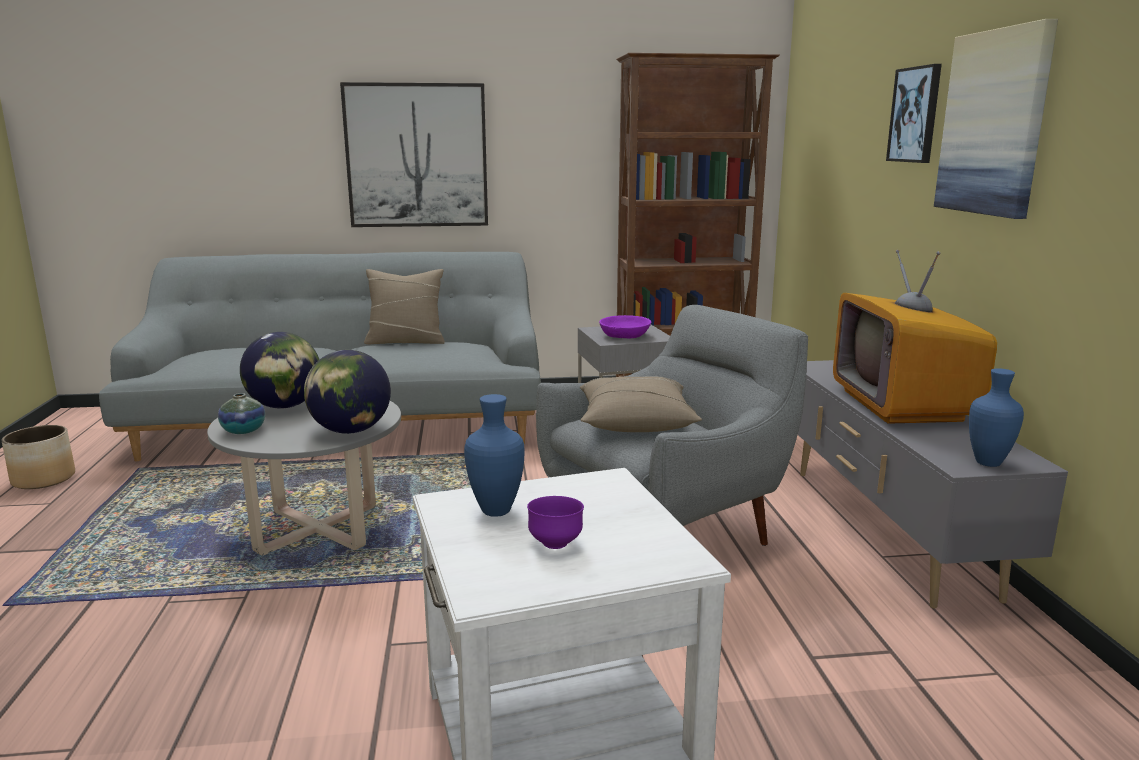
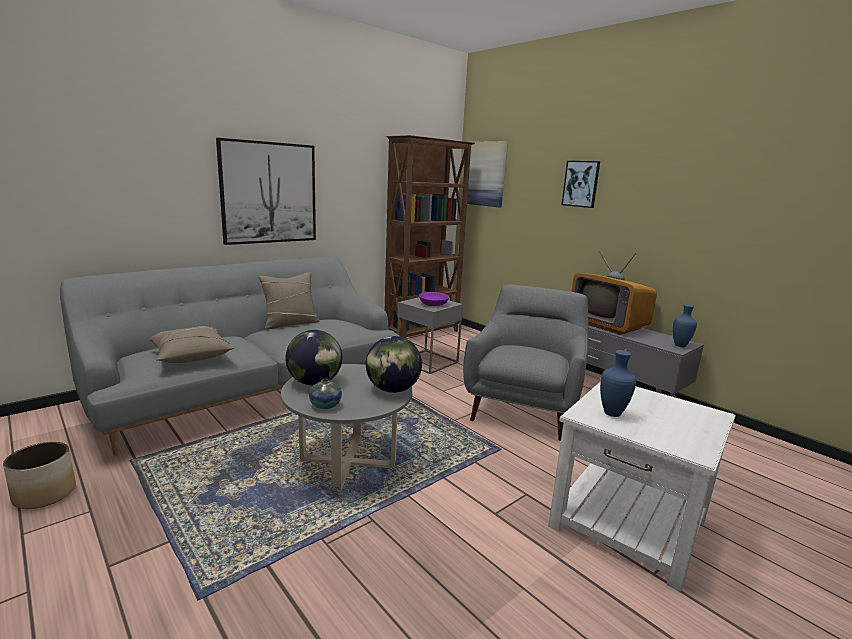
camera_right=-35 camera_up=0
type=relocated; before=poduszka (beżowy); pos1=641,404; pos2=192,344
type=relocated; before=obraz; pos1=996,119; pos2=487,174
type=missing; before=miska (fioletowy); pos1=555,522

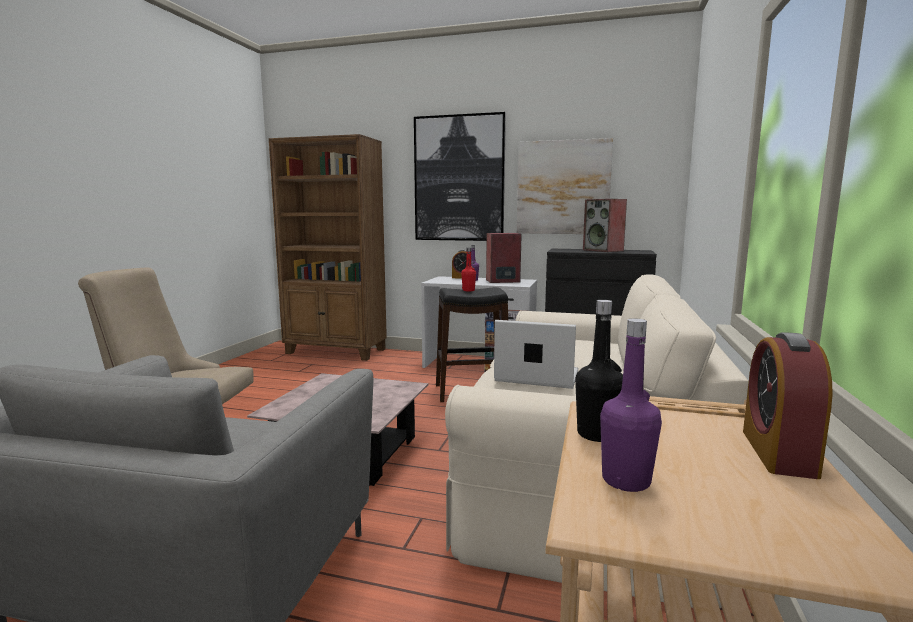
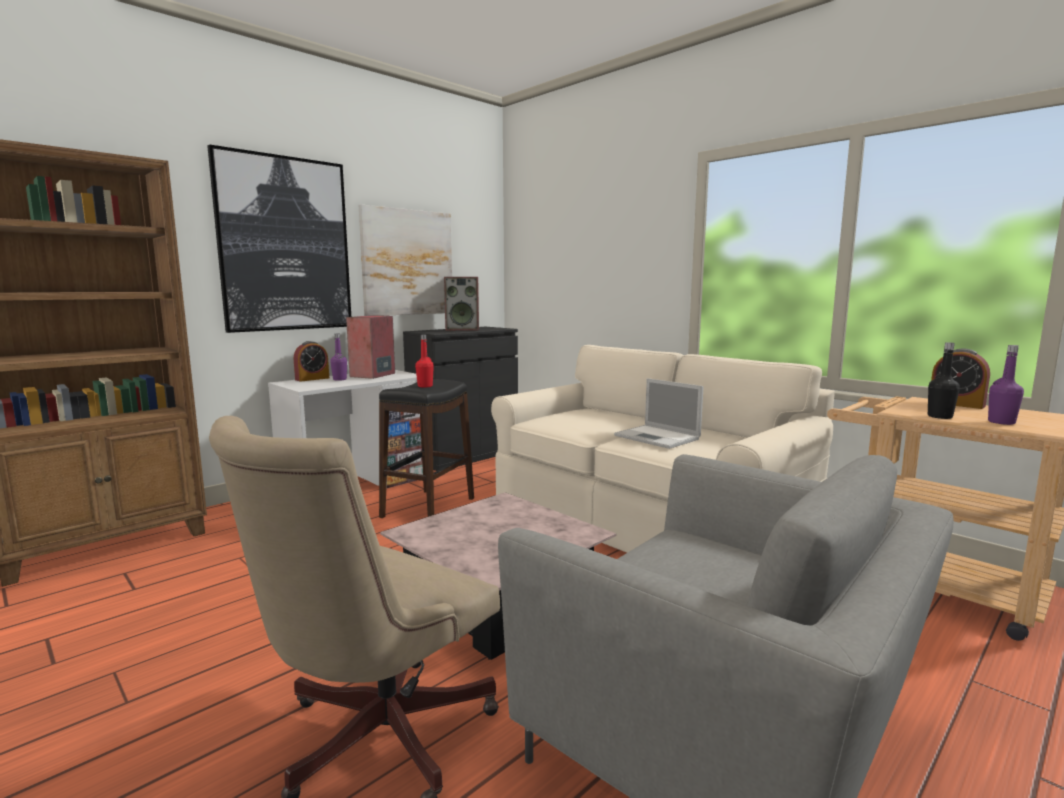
camera_right=-60 camera_up=0
type=spun; before=laptop; pos1=536,354; pos2=659,413; turn=-90

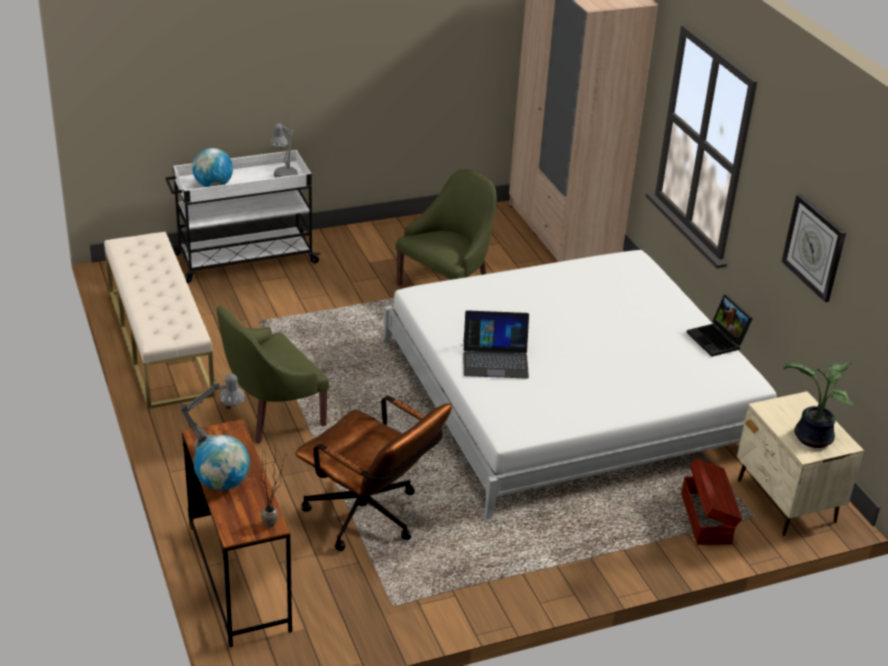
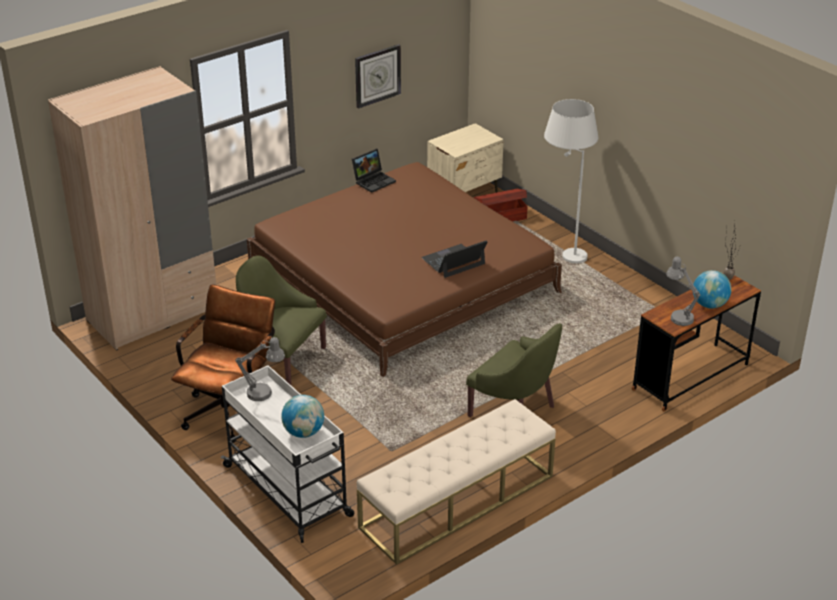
camera_right=-105 camera_up=0
type=relocated; before=krzesło biurowe (brązowy); pos1=373,473; pos2=223,364
type=colour; before=łóżko (biały); after=łóżko (brązowy); pos1=578,385; pos2=404,269
type=spun; before=laptop; pos1=496,344; pos2=454,259; turn=-105
type=appeared; after=lampa stojąca (biały); pos2=571,181
type=missing; before=roślina doniczkowa; pos1=818,405

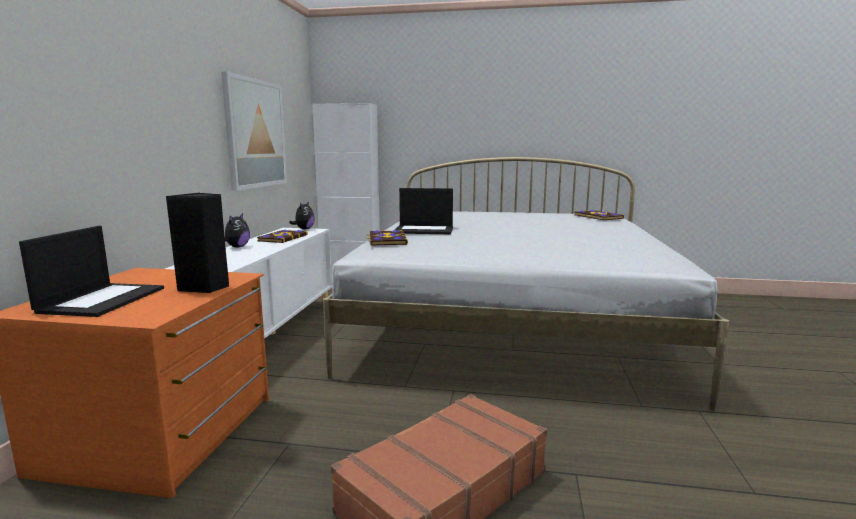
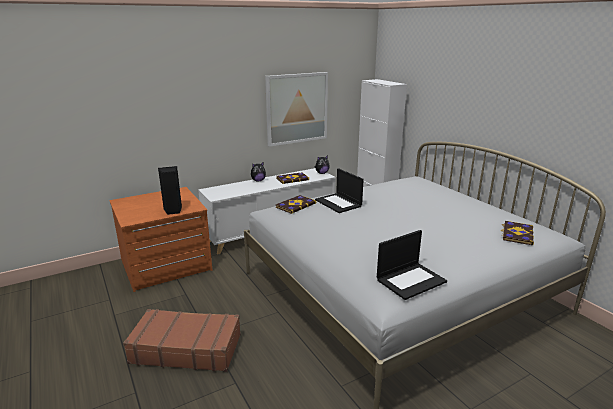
camera_right=50 camera_up=10
type=relocated; before=laptop; pos1=91,271; pos2=412,265

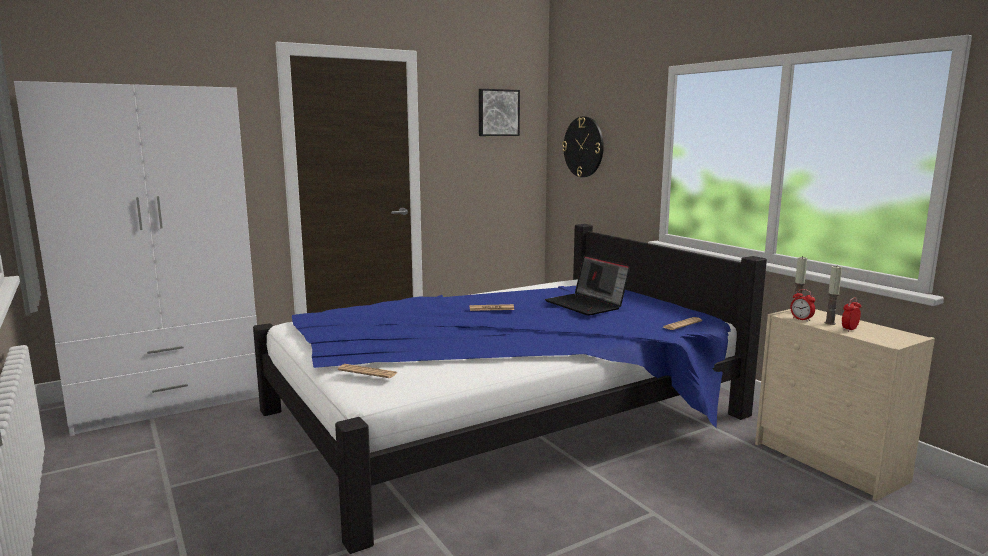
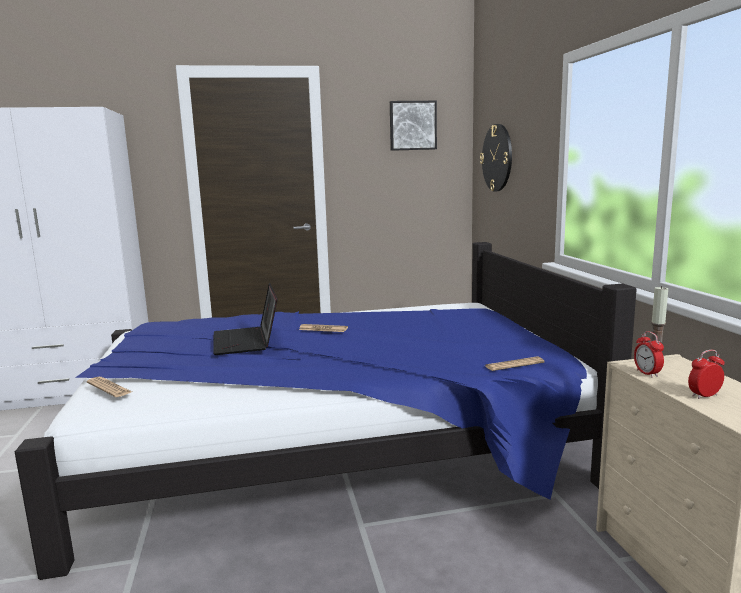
camera_right=20 camera_up=0
type=relocated; before=laptop; pos1=587,285; pos2=245,319
type=missing; before=świeca; pos1=833,295

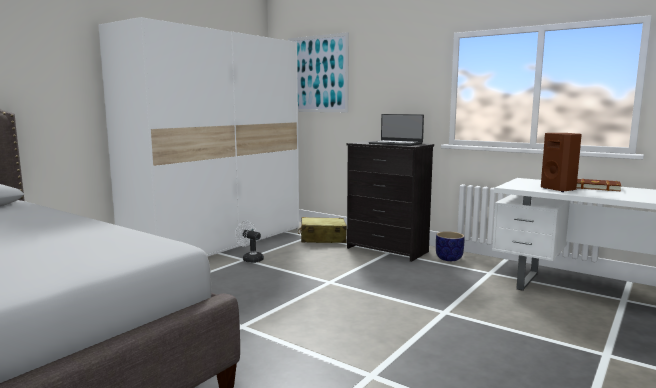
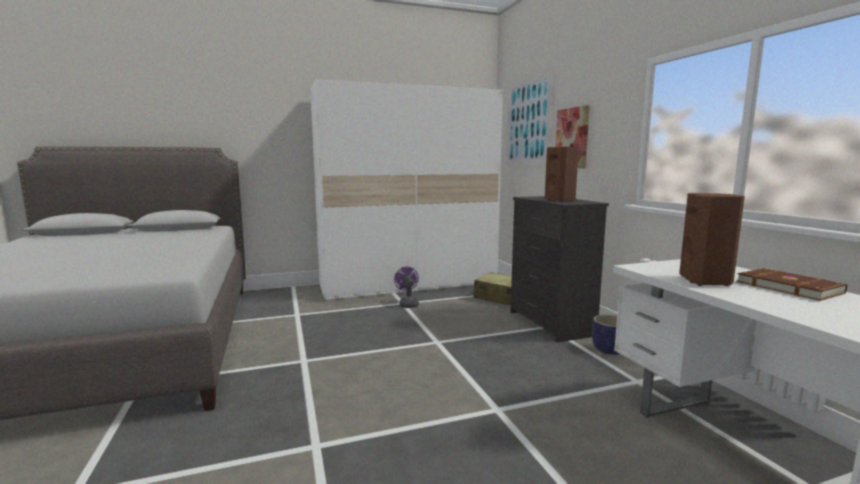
camera_right=35 camera_up=0
type=colour; before=wentylator (biały); after=wentylator (fioletowy); pos1=249,242; pos2=406,287
type=exchanged; before=laptop; after=głośnik (brązowy); pos1=396,130; pos2=562,174
type=appeared; after=obraz; pos2=573,136

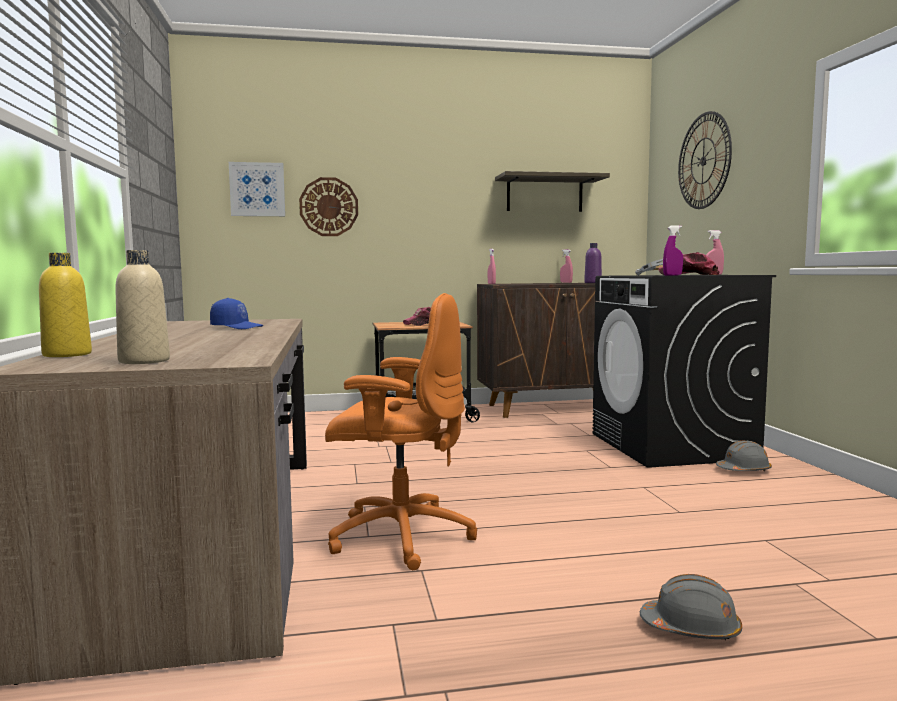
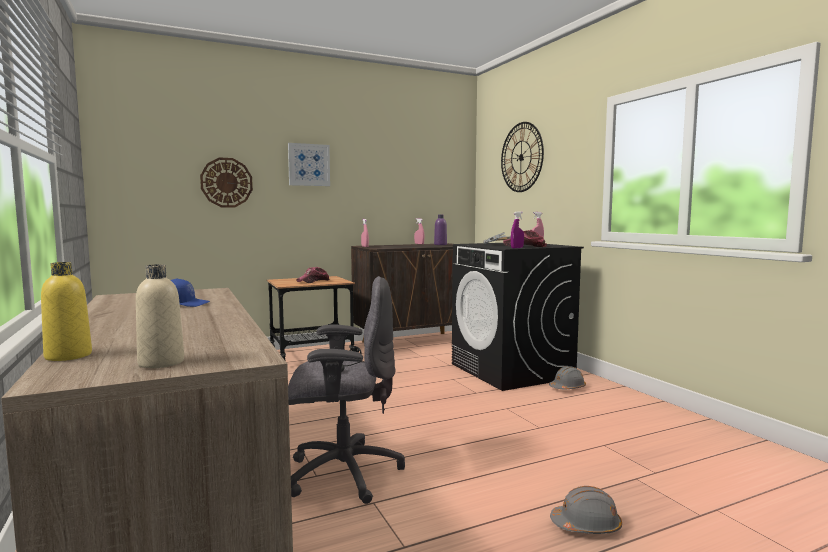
camera_right=-15 camera_up=0
type=relocated; before=obraz; pos1=257,189; pos2=309,164
type=colour; before=krzesło biurowe (pomarańczowy); after=krzesło biurowe (szary); pos1=401,431; pos2=346,390
type=missing; before=półka; pos1=552,191

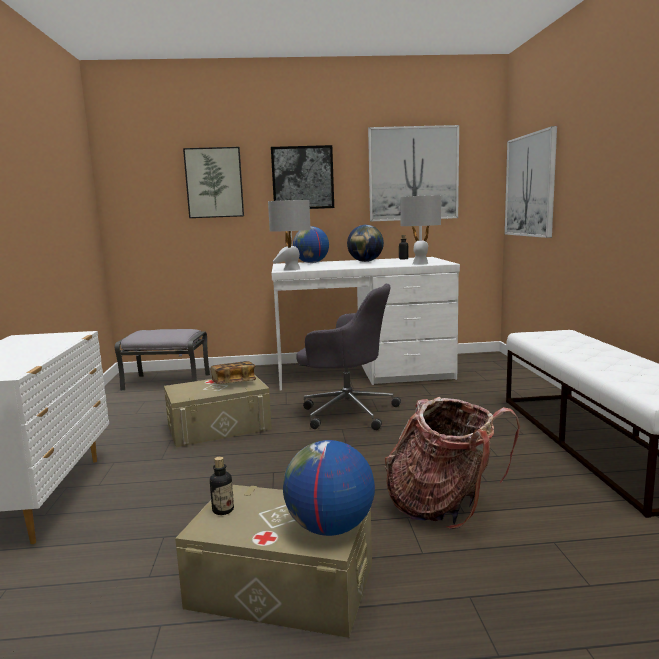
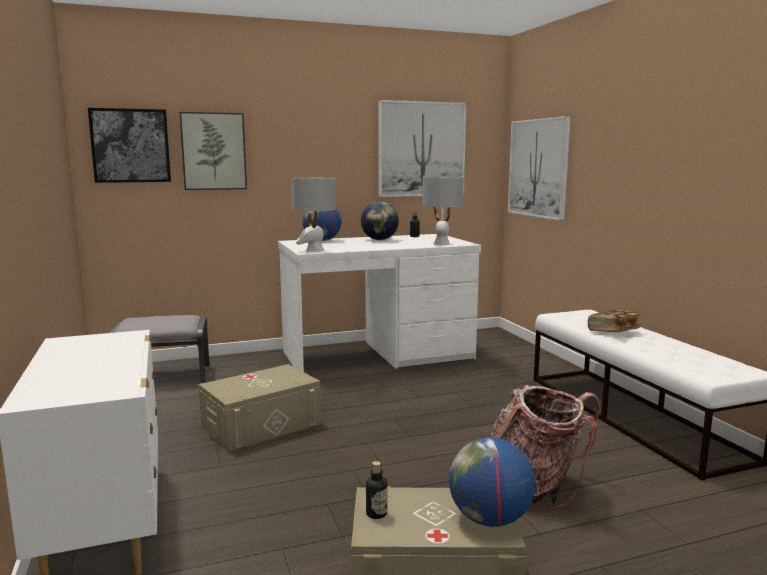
camera_right=-15 camera_up=0
type=relocated; before=obraz; pos1=302,177; pos2=129,145
type=relocated; before=książka; pos1=233,372; pos2=614,321
type=missing; before=krzesło biurowe (szary); pos1=348,357

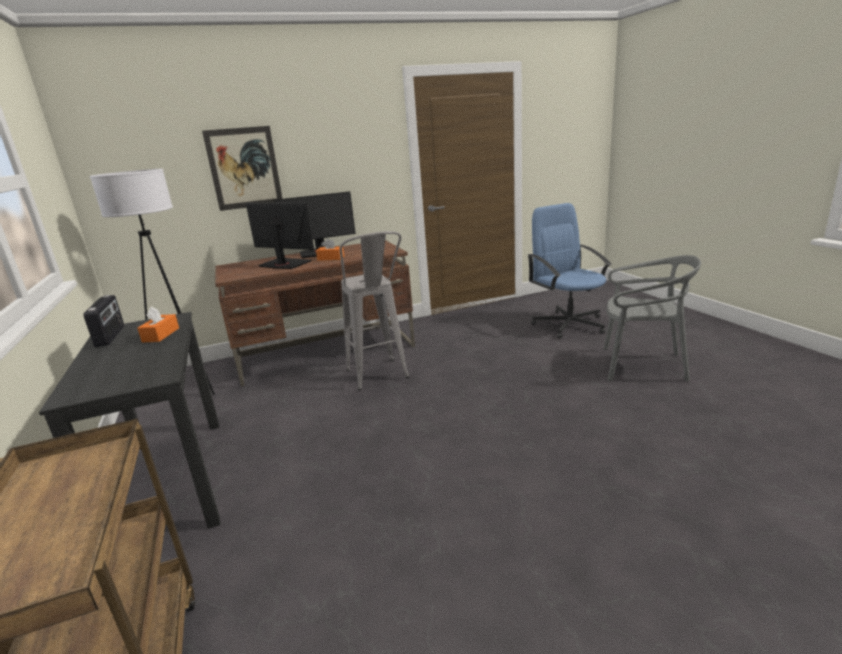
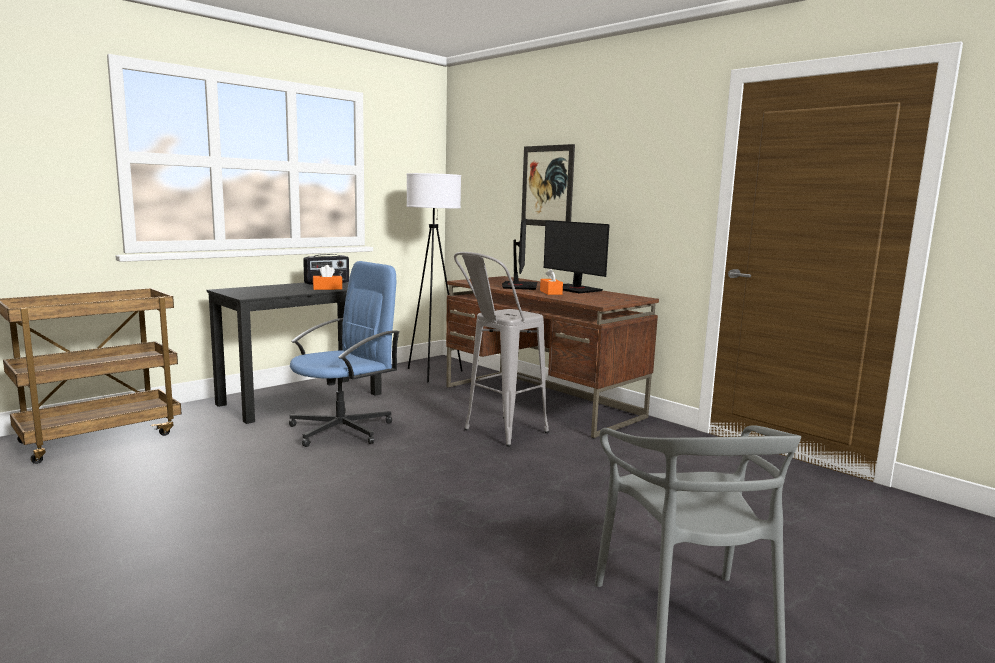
camera_right=65 camera_up=-10
type=relocated; before=krzesło biurowe (niebieski); pos1=570,271; pos2=344,354

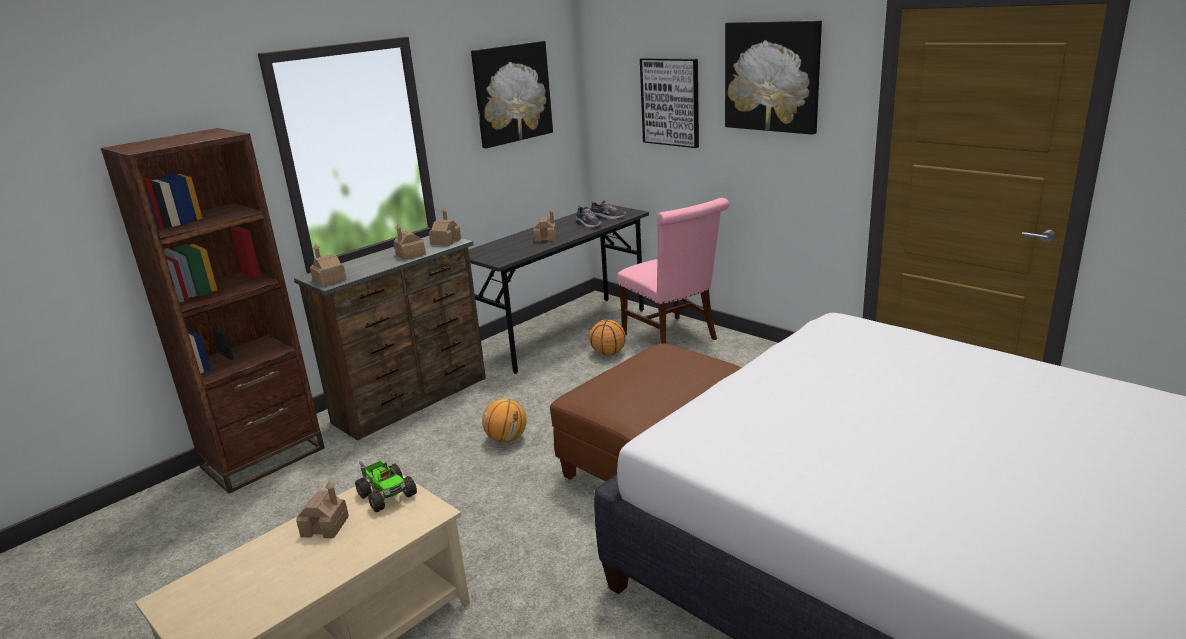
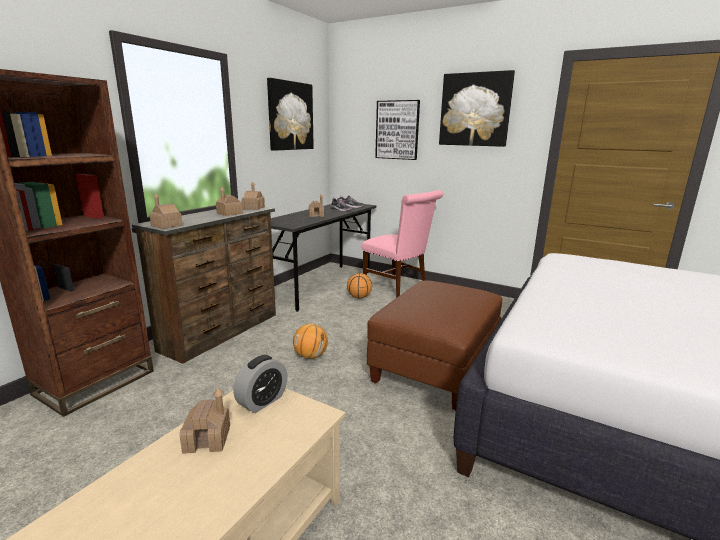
camera_right=-15 camera_up=-5
type=exchanged; before=ciężarówka zabawkowa; after=budzik; pos1=386,486; pos2=260,384

